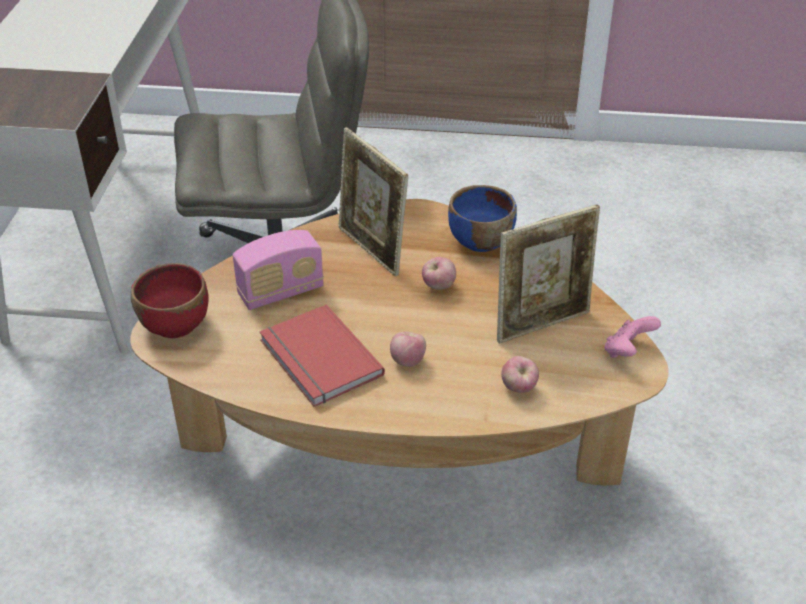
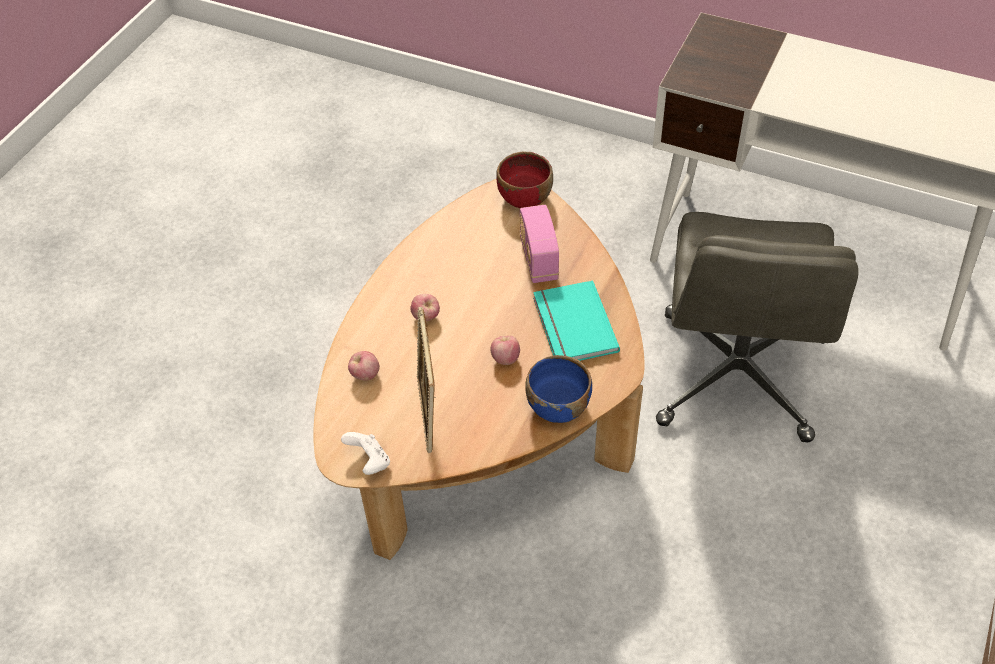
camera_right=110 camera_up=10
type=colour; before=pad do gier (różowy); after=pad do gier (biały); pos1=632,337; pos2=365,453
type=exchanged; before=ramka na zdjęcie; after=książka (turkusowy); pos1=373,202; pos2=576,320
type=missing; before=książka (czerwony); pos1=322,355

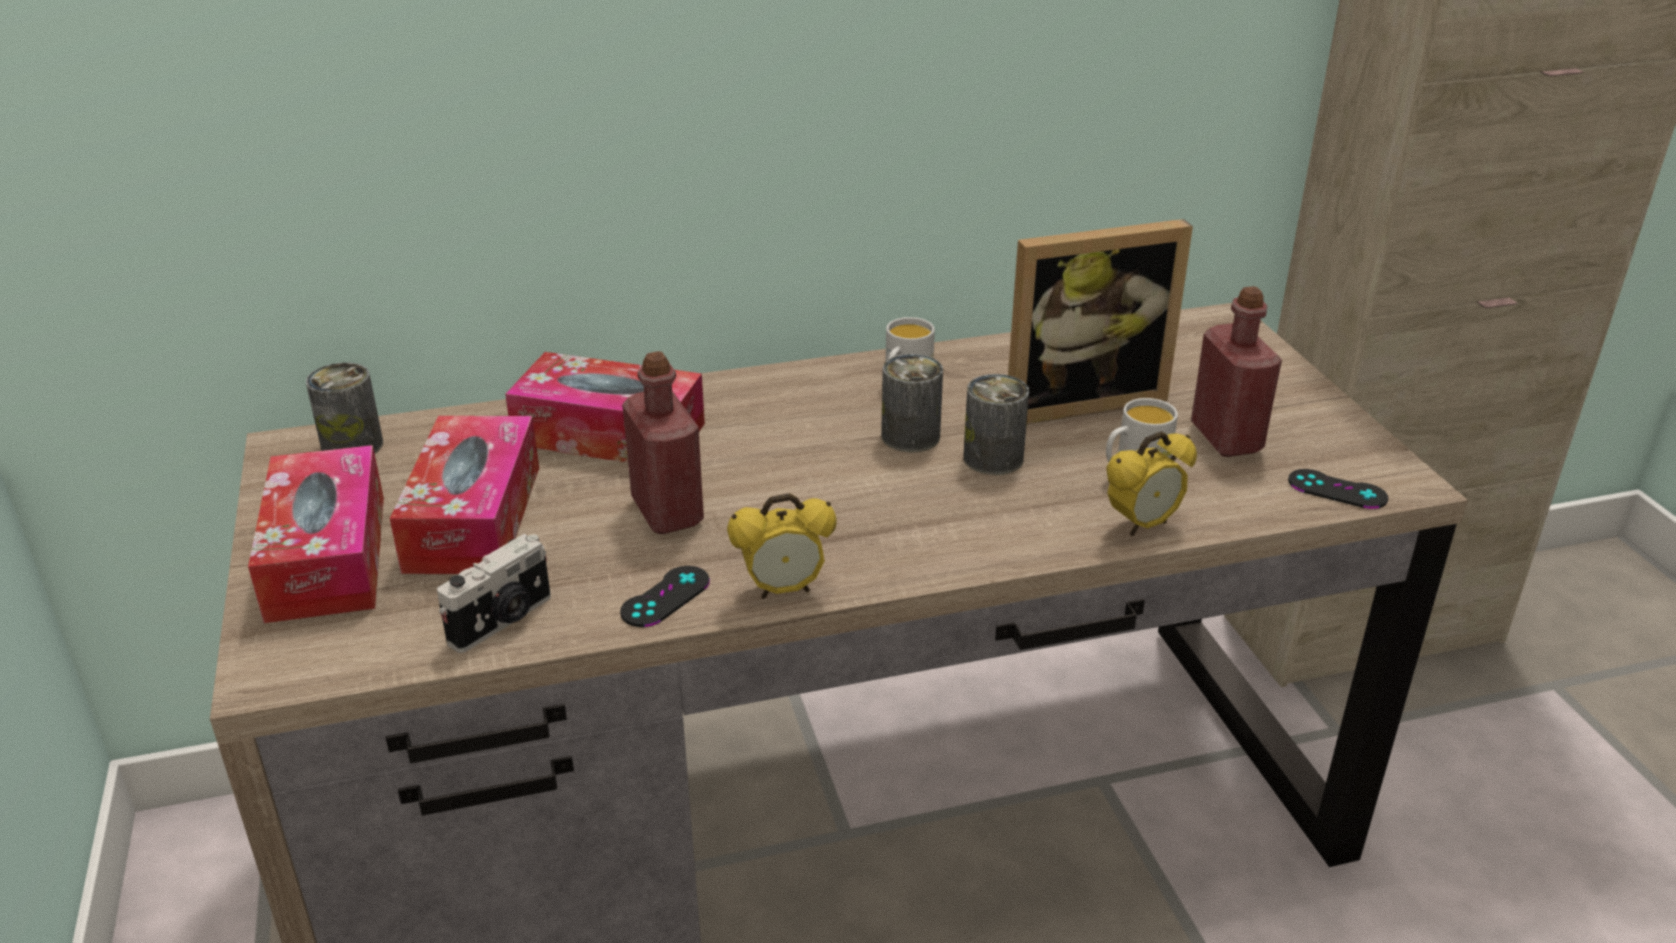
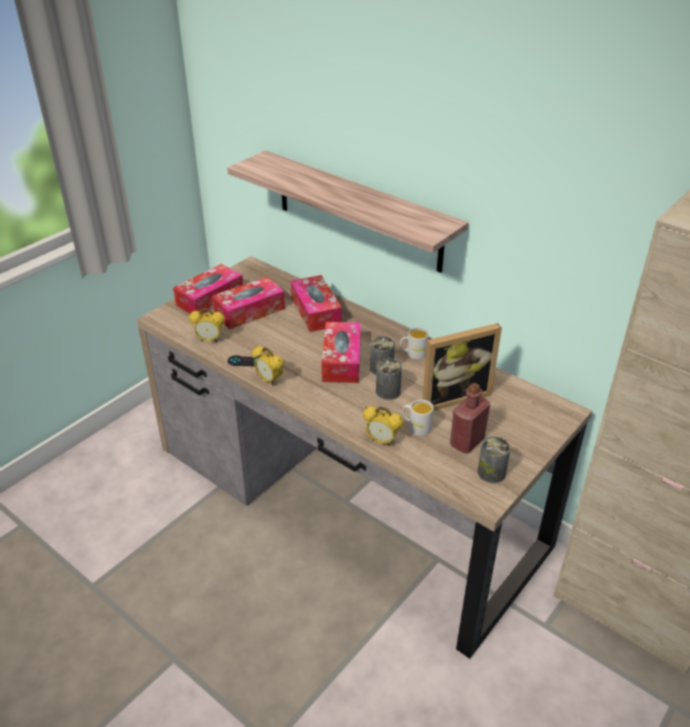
camera_right=55 camera_up=5
type=exchanged; before=aparat fotograficzny; after=budzik; pos1=494,593; pos2=207,325
type=appeared; after=półka; pos2=347,212
type=appeared; after=pudełko chusteczek; pos2=341,352
type=spun; before=ramka na zdjęcie; pos1=1100,321; pos2=462,367; turn=-60
type=relocated; before=puszka; pos1=344,408; pos2=494,459
type=missing; before=butelka (czerwony); pos1=663,442
type=missing; before=pad do gier (czarny); pos1=1338,489

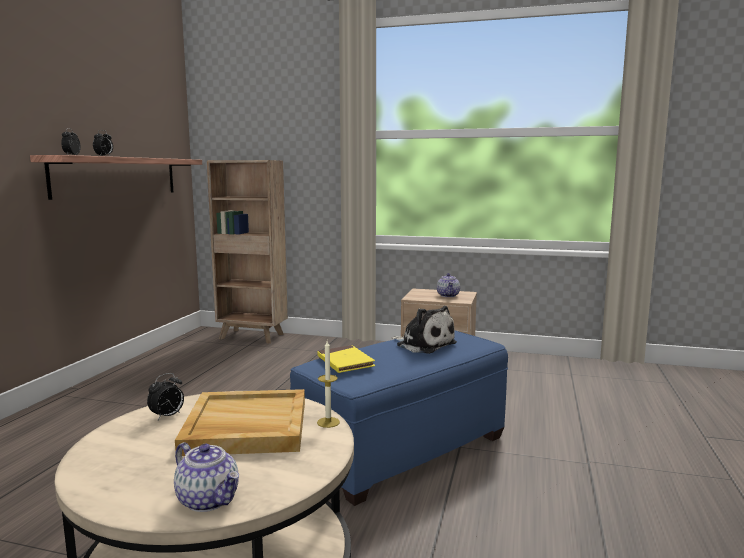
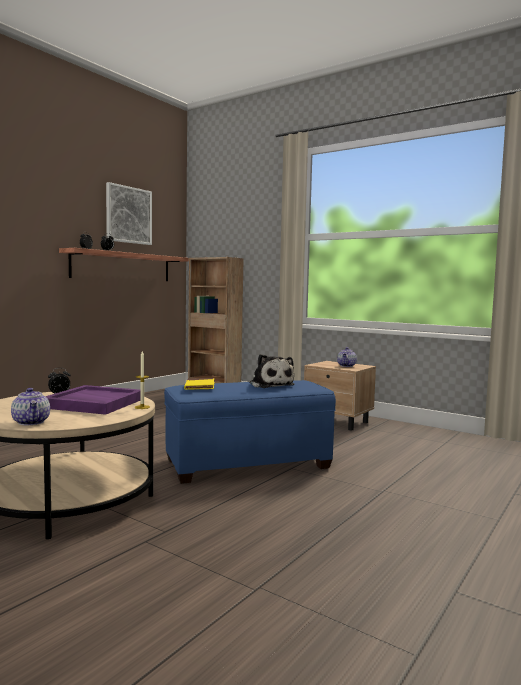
camera_right=20 camera_up=-5
type=colour; before=taca (beżowy); after=taca (fioletowy); pos1=240,422; pos2=92,400
type=appeared; after=obraz; pos2=129,213

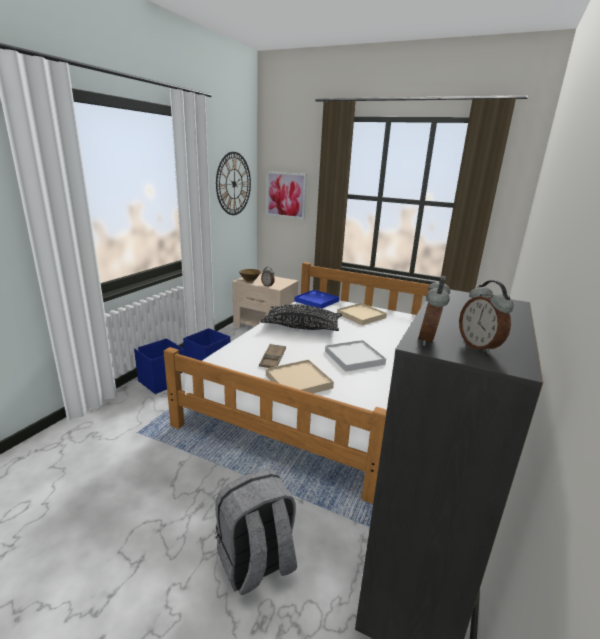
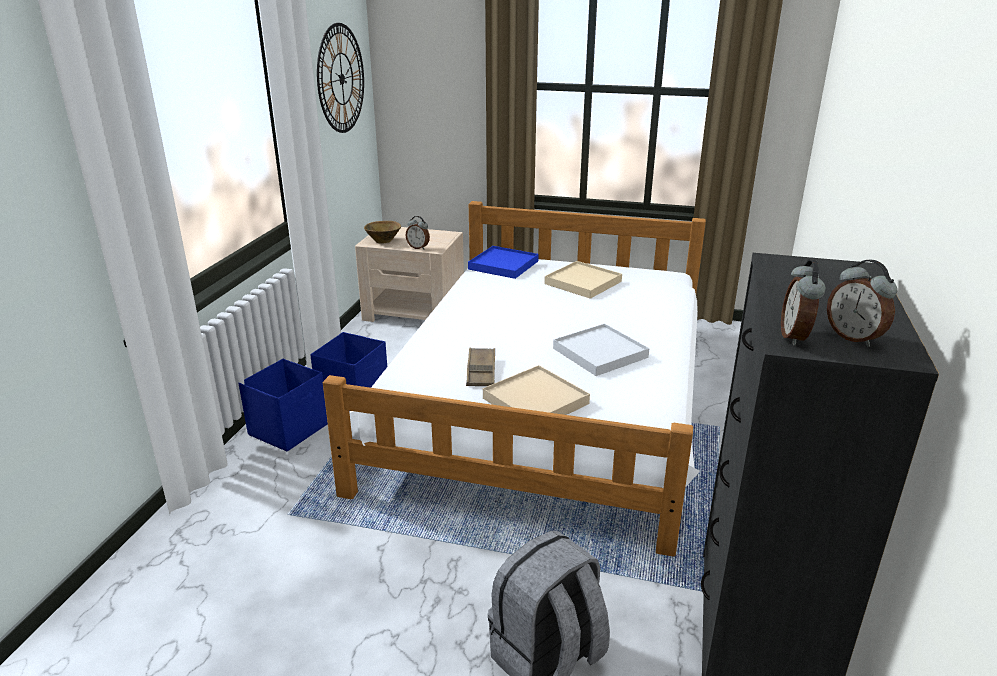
camera_right=-10 camera_up=5
type=missing; before=poduszka (czarny); pos1=301,317
type=missing; before=obraz; pos1=287,195

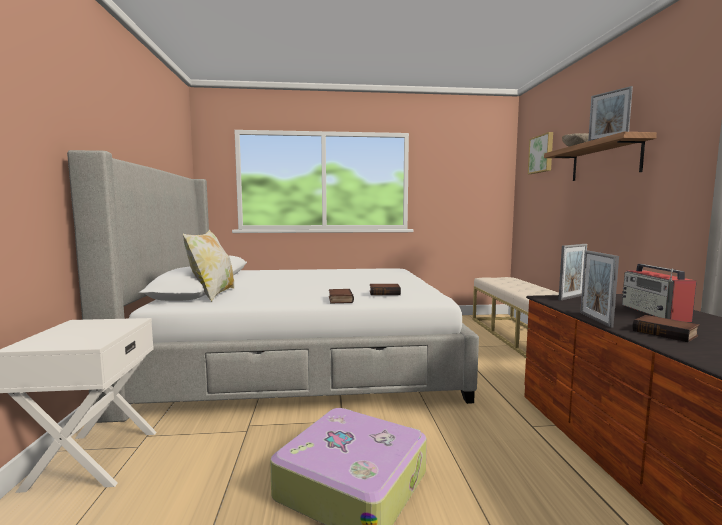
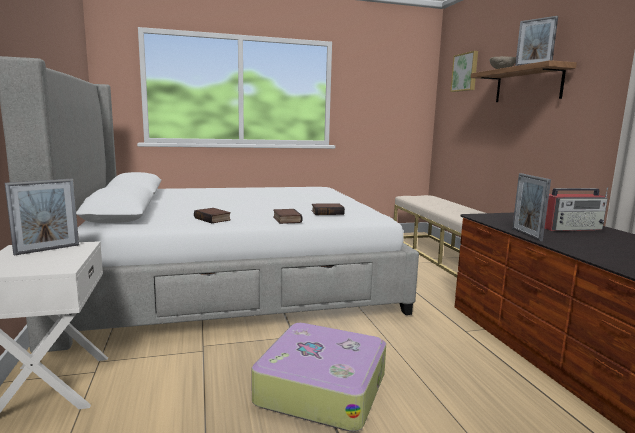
camera_right=-10 camera_up=5
type=relocated; before=ramka na zdjęcie; pos1=572,272; pos2=42,217
type=relocated; before=książka; pos1=666,328; pos2=212,215
type=spun; before=radio; pos1=659,293; pos2=576,209; turn=-90
type=missing; before=poduszka; pos1=208,266

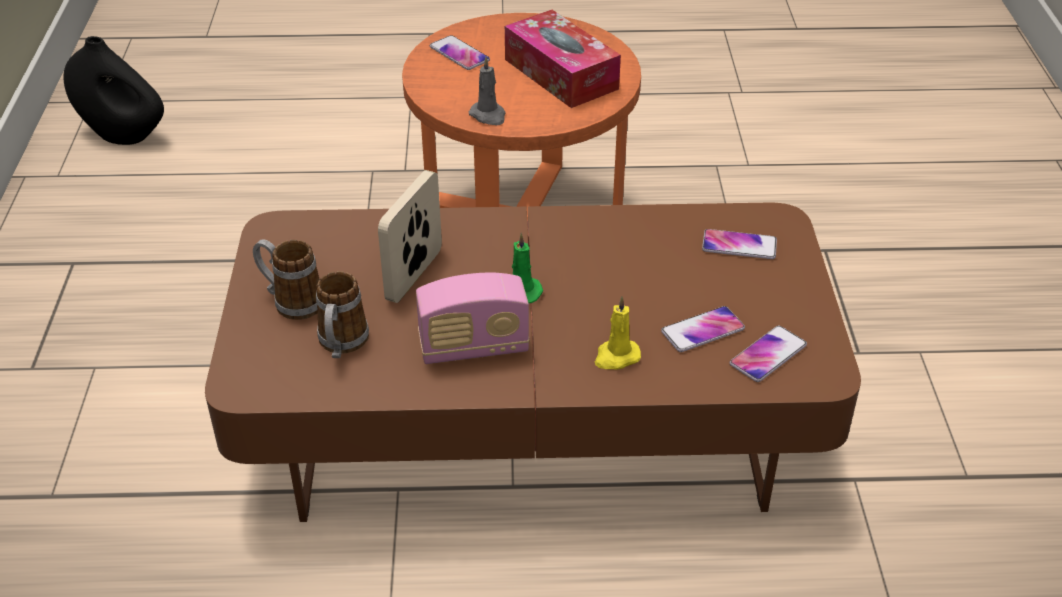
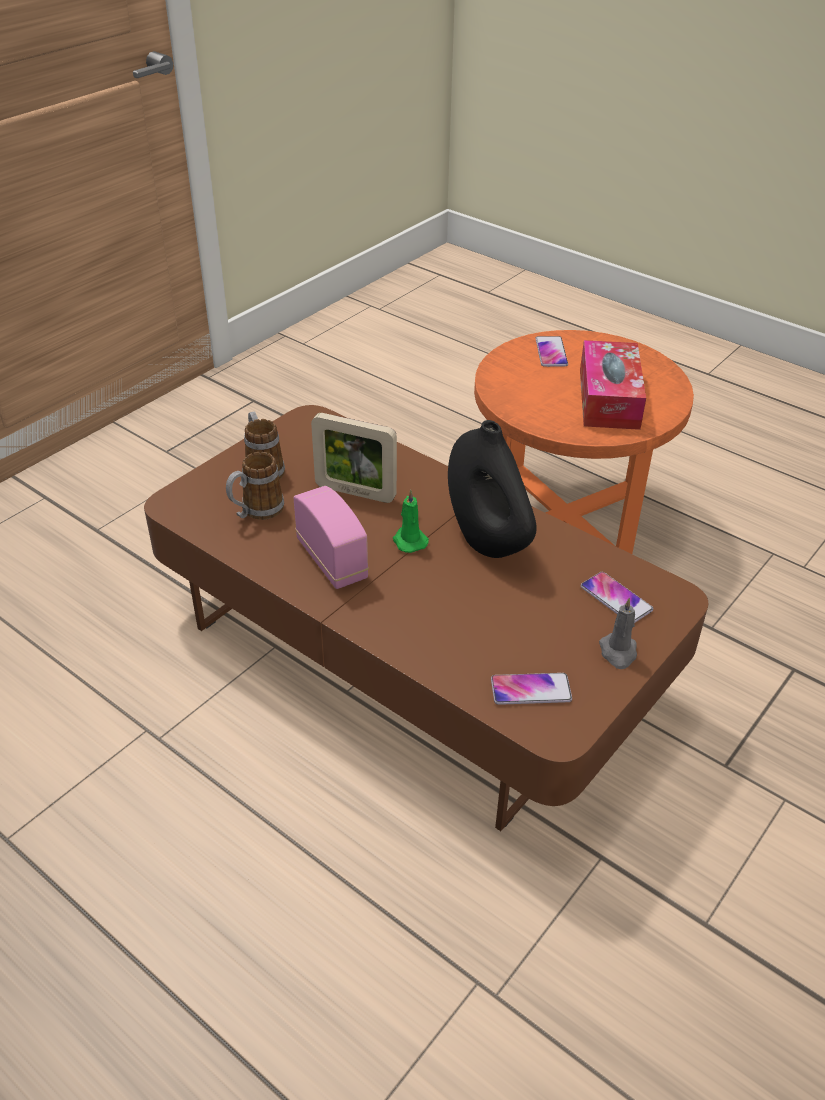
camera_right=40 camera_up=0
type=spun; before=radio; pos1=473,318; pos2=331,537; turn=-150
type=spun; before=ramka na zdjęcie; pos1=410,236; pos2=354,458; turn=-135
type=relocated; before=wazon (czarny); pos1=113,90; pos2=492,489
type=relocated; before=świeca (szary); pos1=487,90; pos2=618,633
type=missing; before=świeca (żółty); pos1=617,332
type=missing; before=telefon; pos1=703,329

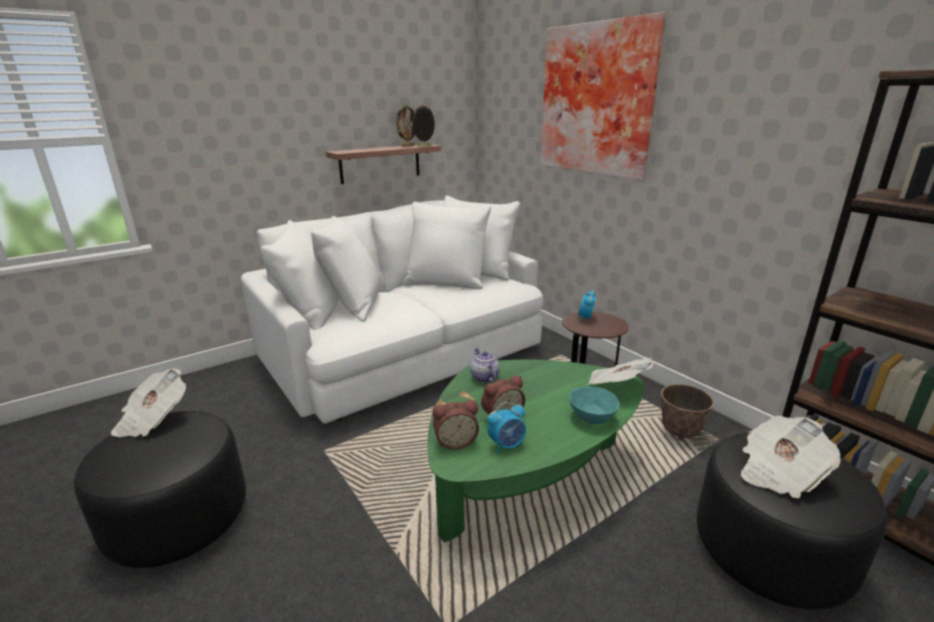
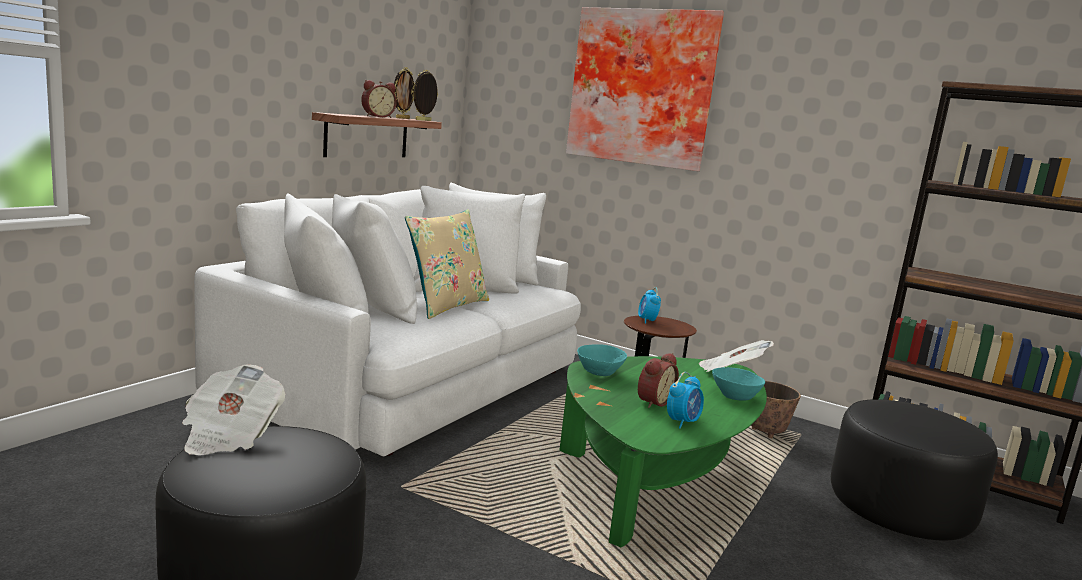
camera_right=-25 camera_up=-10
type=relocated; before=budzik; pos1=455,425; pos2=379,99
type=appeared; after=poduszka (beżowy); pos2=447,264
type=exchanged; before=imbryk; after=miska (turkusowy); pos1=485,365; pos2=602,360
type=missing; before=gazeta; pos1=791,457

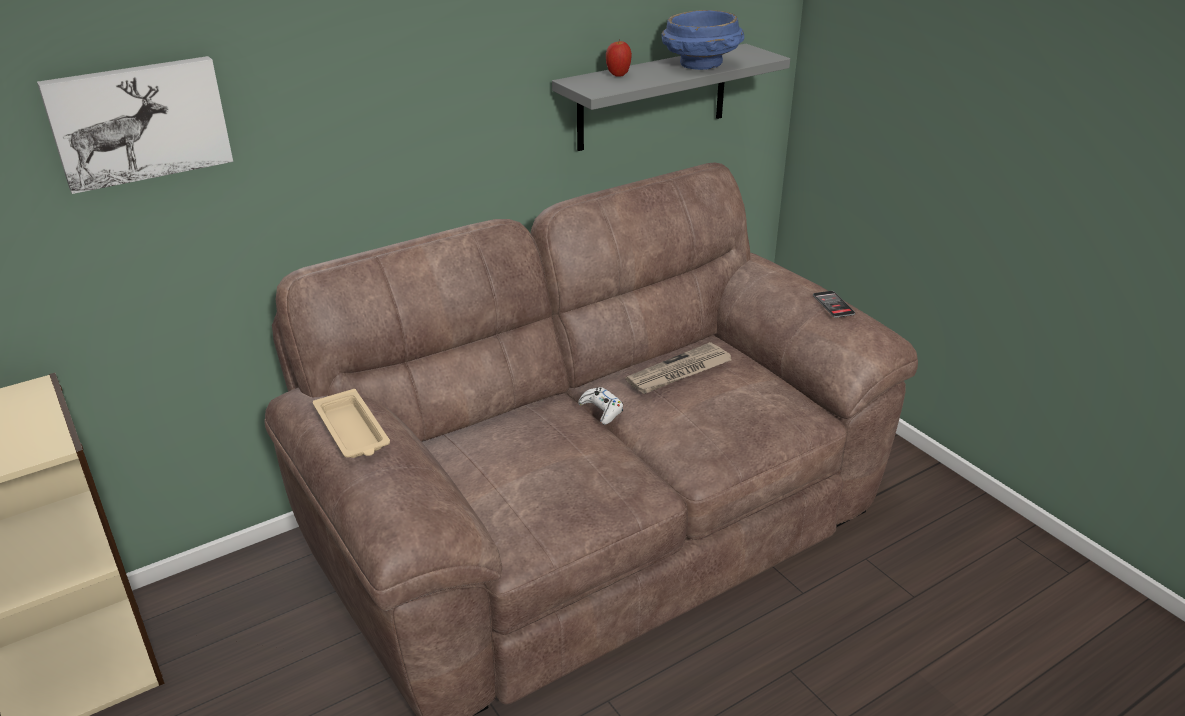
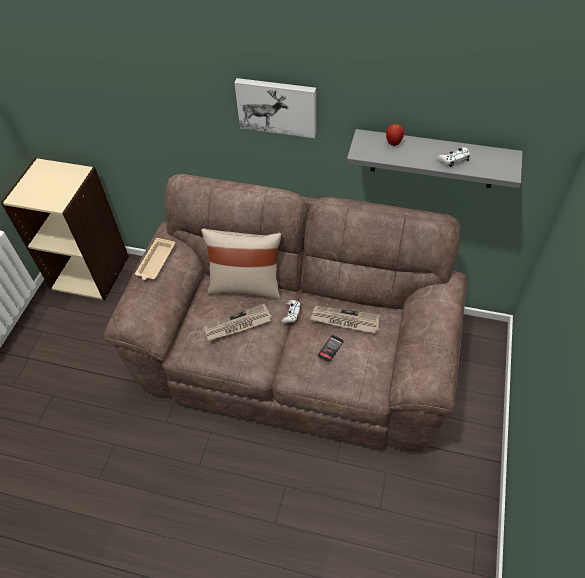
camera_right=50 camera_up=20
type=appeared; after=poduszka (beżowy); pos2=241,263
type=appeared; after=gazeta; pos2=238,322
type=relocated; before=obraz; pos1=135,125; pos2=275,108
type=relocated; before=telefon; pos1=834,304; pos2=330,348
type=exchanged; before=miska (niebieski); after=pad do gier (biały); pos1=703,40; pos2=453,157

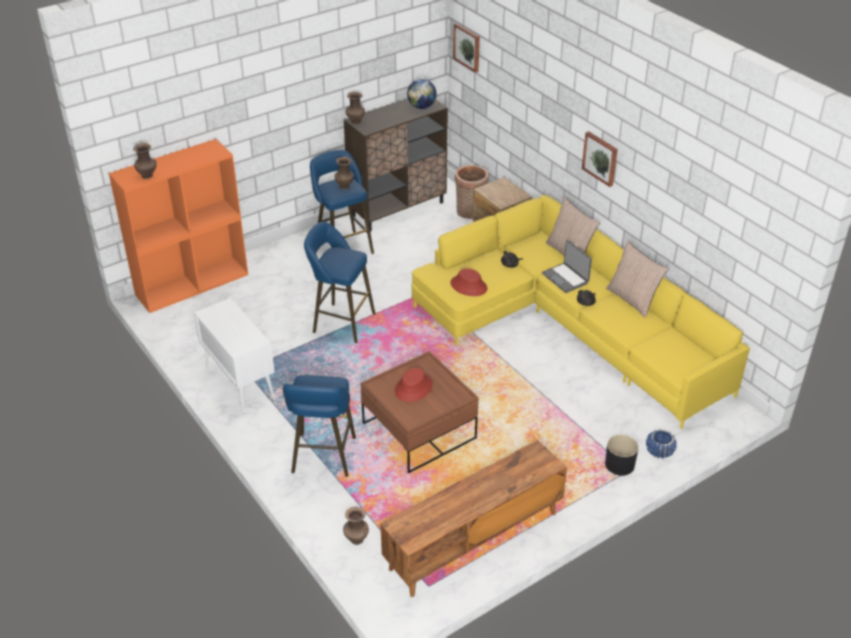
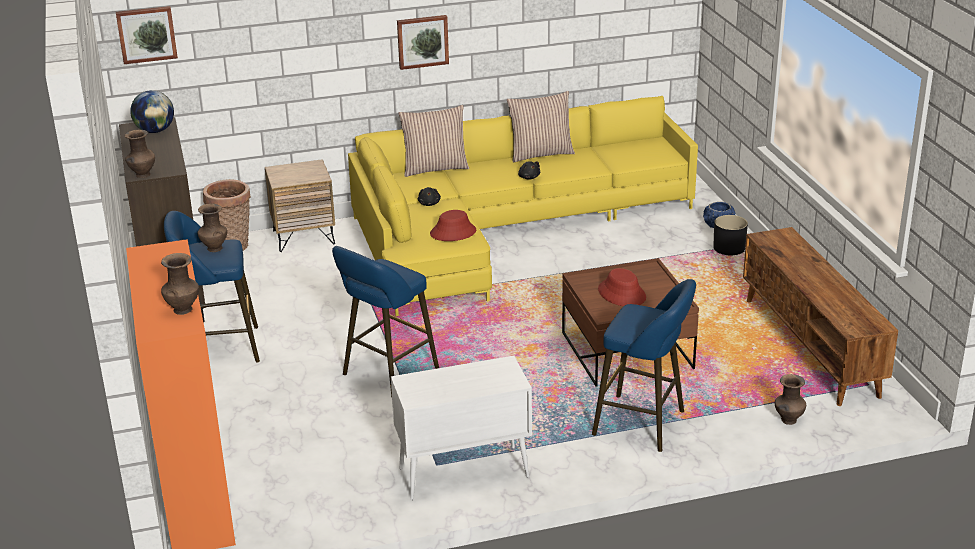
camera_right=-70 camera_up=-10
type=missing; before=laptop; pos1=567,266

